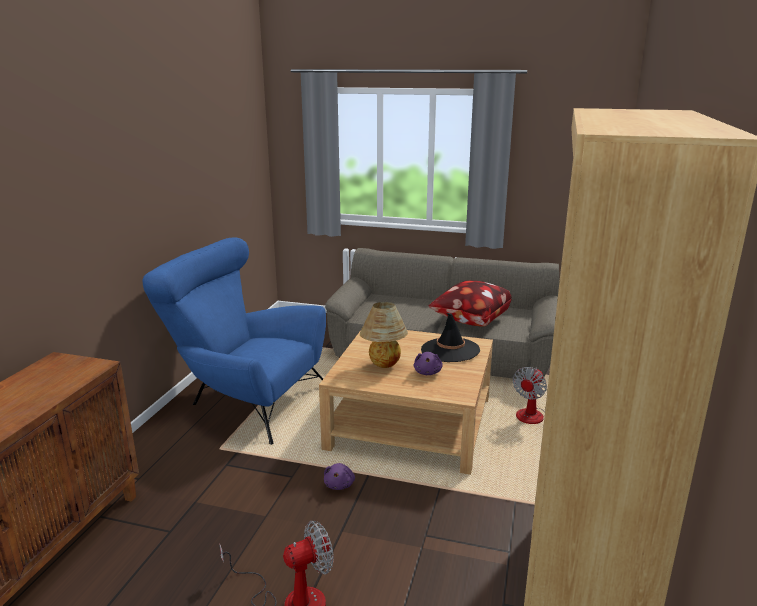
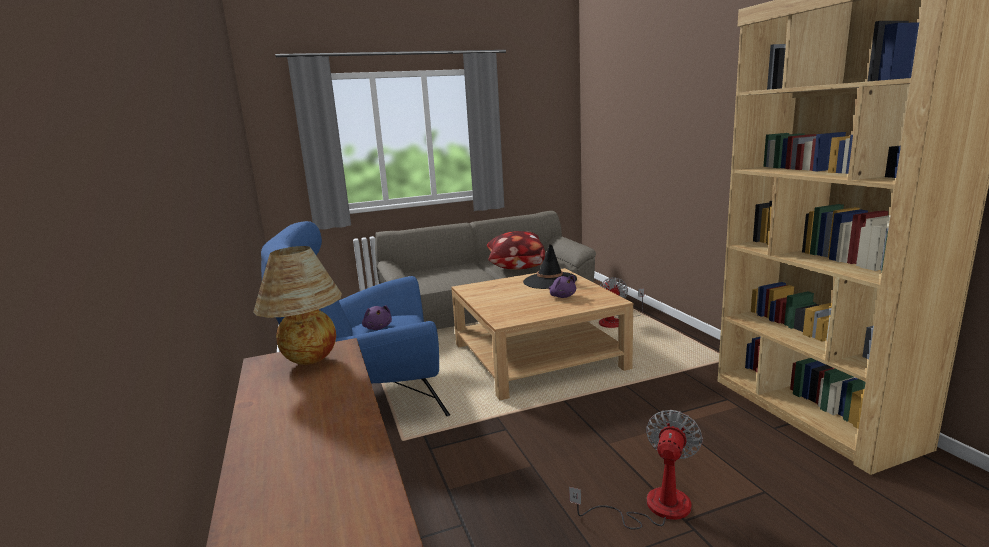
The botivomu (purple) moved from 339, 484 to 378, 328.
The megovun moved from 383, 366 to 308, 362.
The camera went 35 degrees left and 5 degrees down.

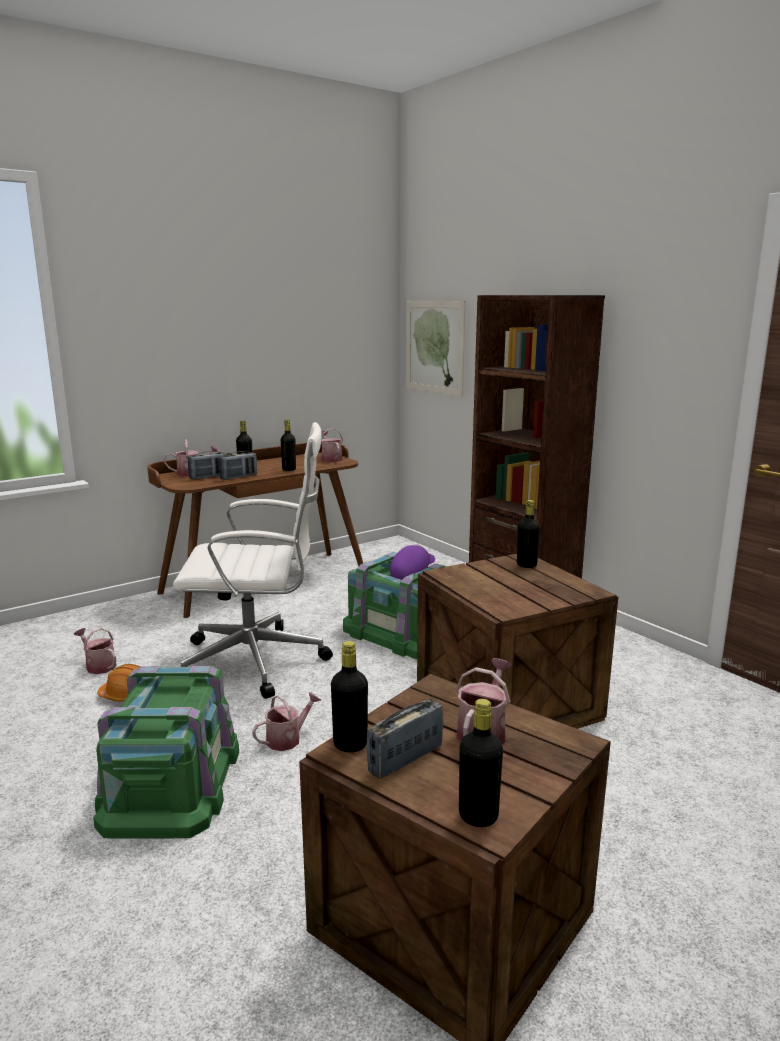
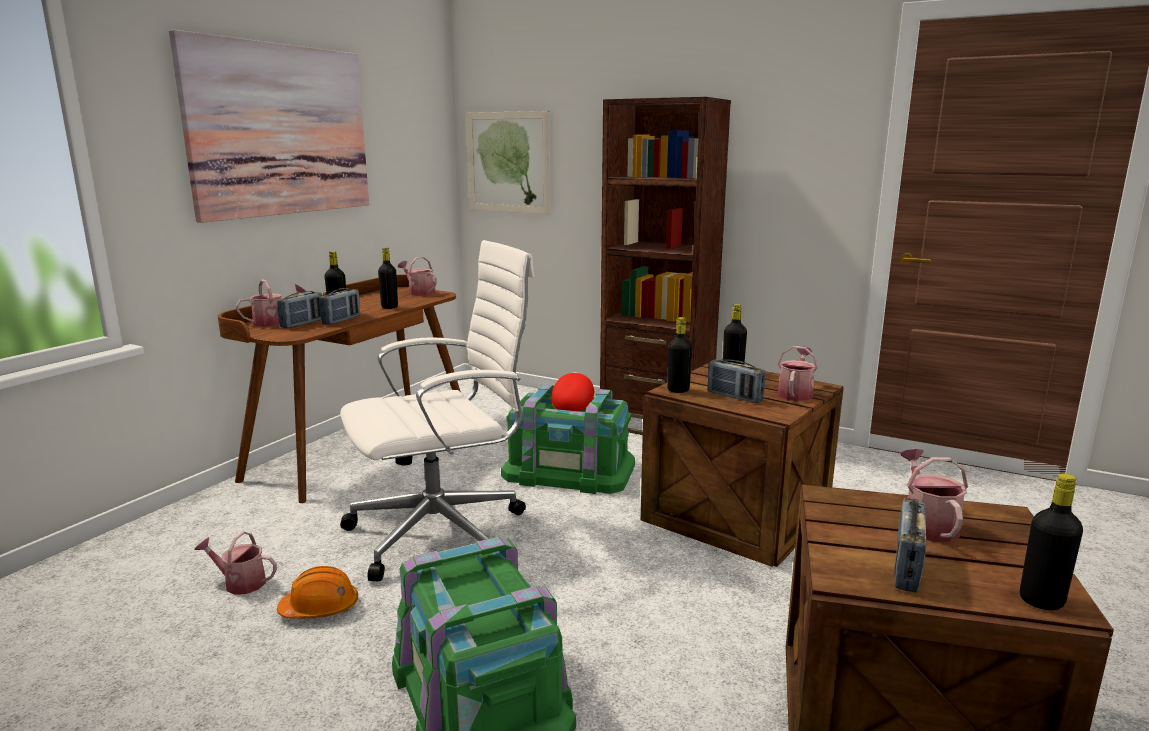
The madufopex moved from 287, 739 to 795, 393.
The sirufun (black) moved from 350, 744 to 678, 390.
The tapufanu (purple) at 412, 573 became the tapufanu (red) at 573, 404.
The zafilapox at 281, 130 appeared.
The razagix at 734, 397 appeared.
The camera went 25 degrees left and 0 degrees up.

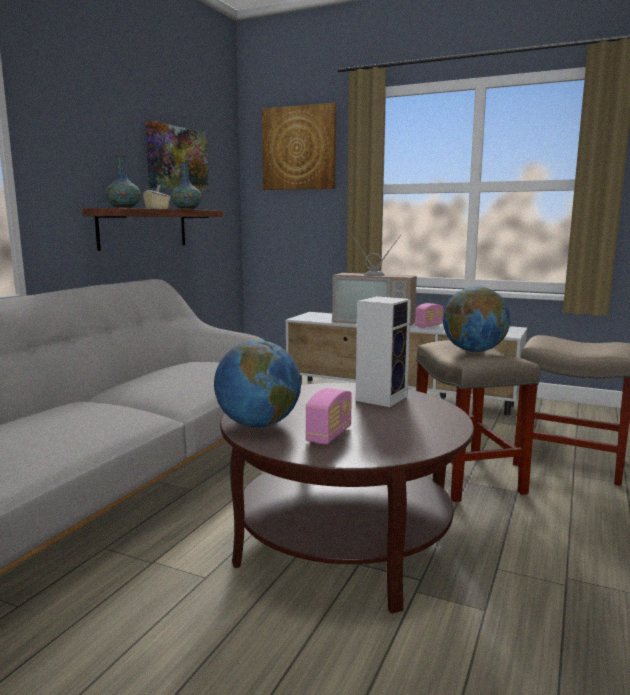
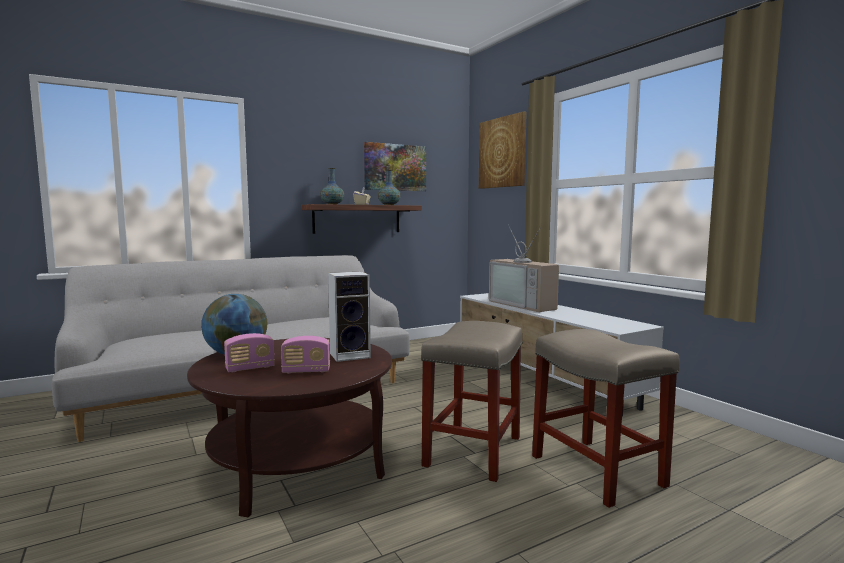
The razagix moved from 428, 326 to 306, 371.
The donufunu at 474, 351 disappeared.
The camera went 35 degrees right and 5 degrees down.

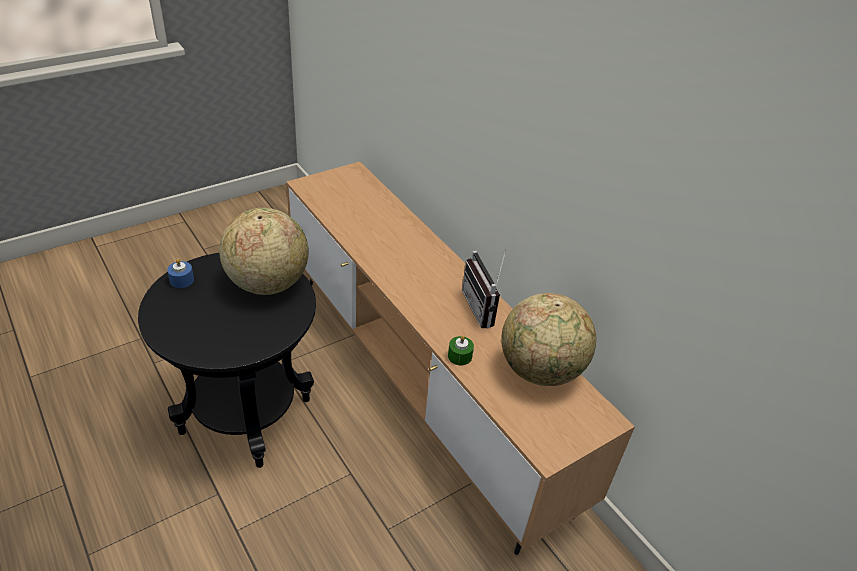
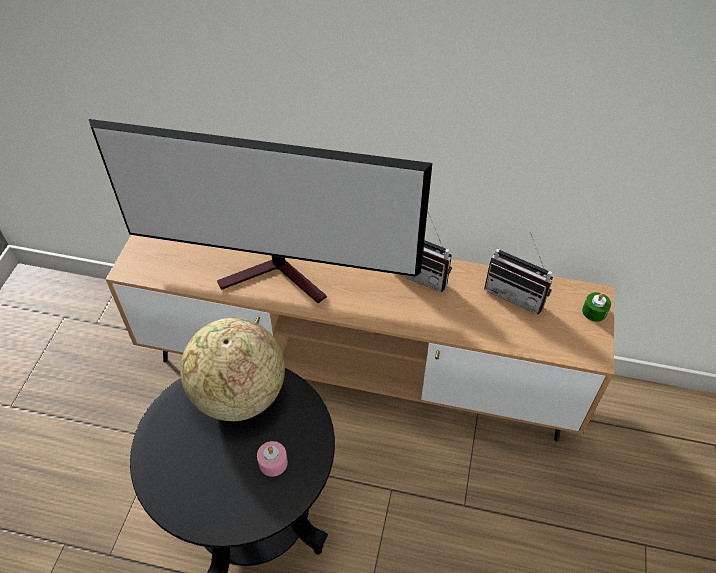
The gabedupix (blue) at 182, 280 disappeared.
The gabedupix (green) moved from 459, 356 to 594, 311.
The donufunu at 540, 370 was replaced by the razagix at 517, 293.
The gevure at 279, 277 appeared.
The gabedupix (pink) at 273, 463 appeared.
The camera went 40 degrees left and 10 degrees up.

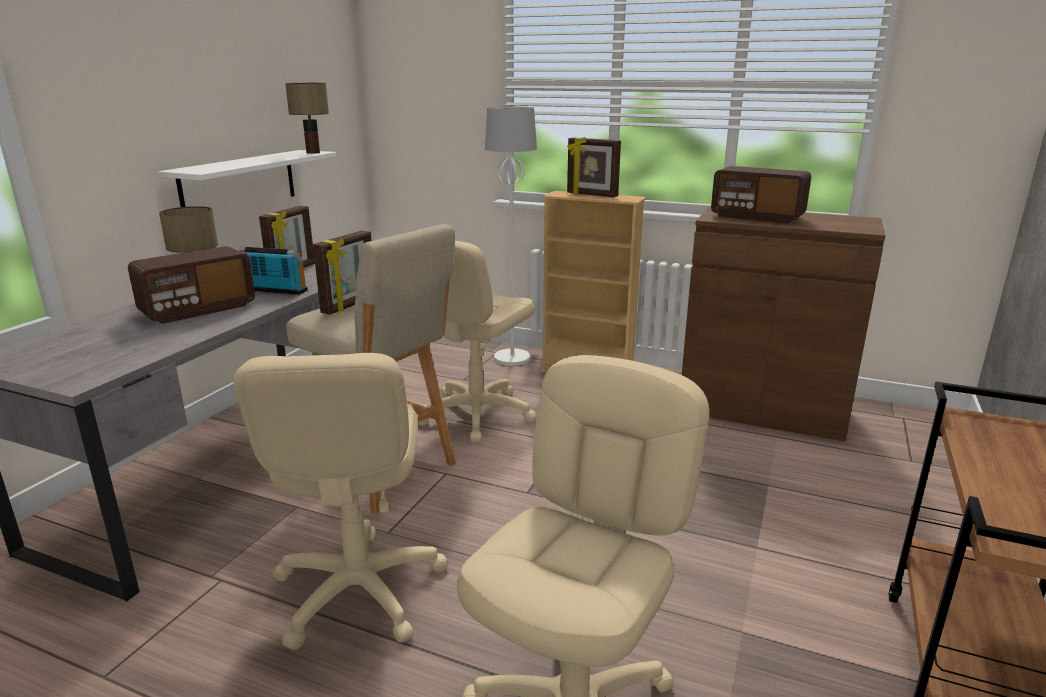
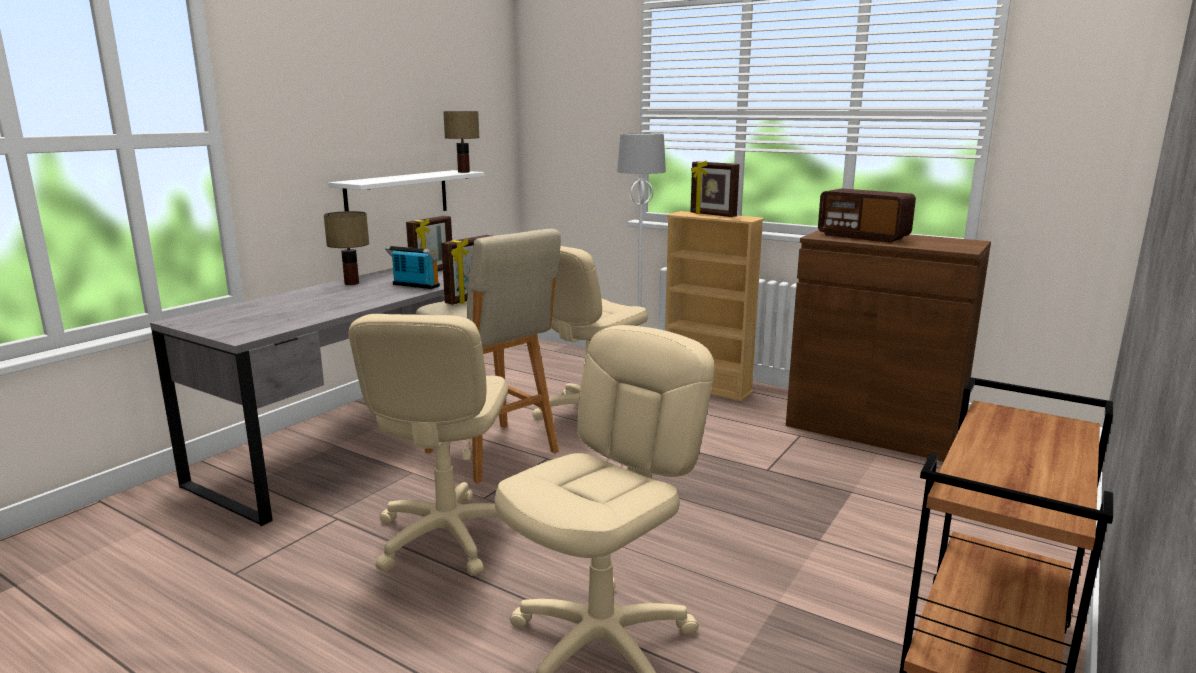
The razagix at 198, 310 disappeared.
The camera went 10 degrees right and 5 degrees down.

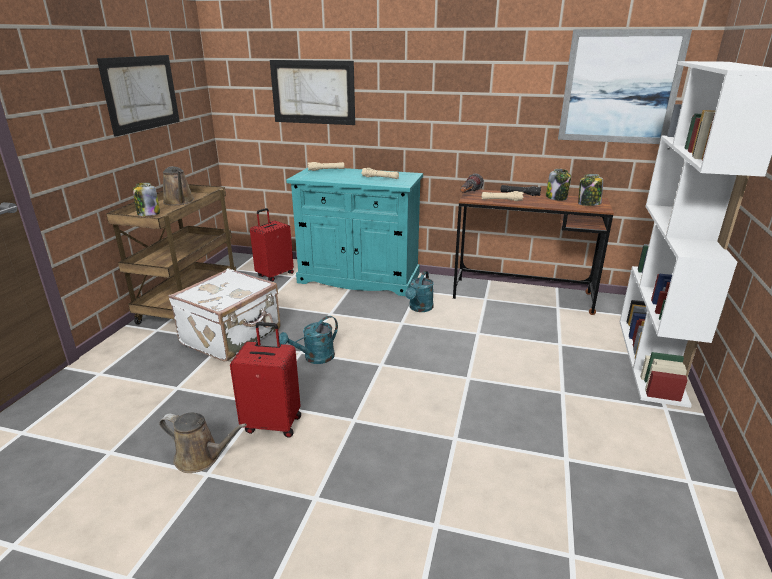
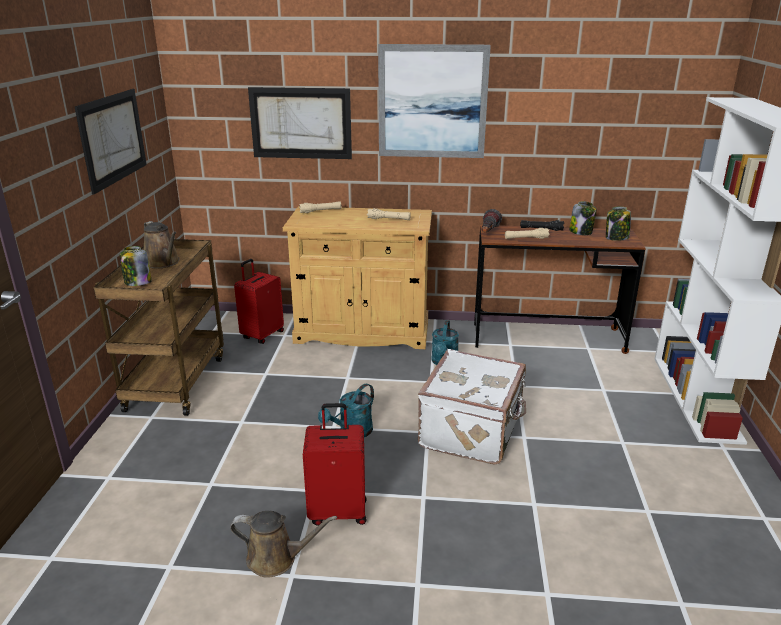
The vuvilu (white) moved from 232, 337 to 472, 431.
The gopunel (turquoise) at 359, 278 became the gopunel (beige) at 362, 332.
The zafilapox moved from 620, 87 to 432, 102.
The camera went 10 degrees left and 0 degrees up.

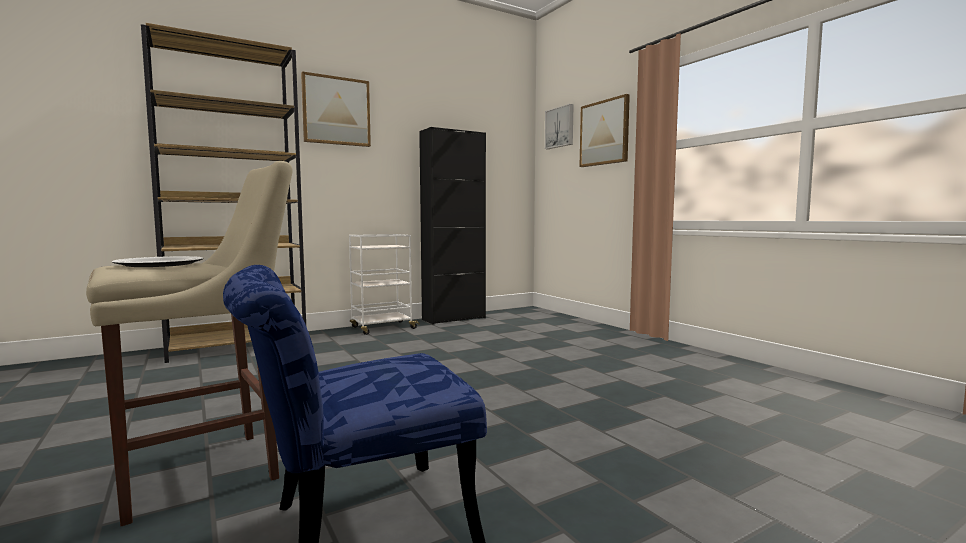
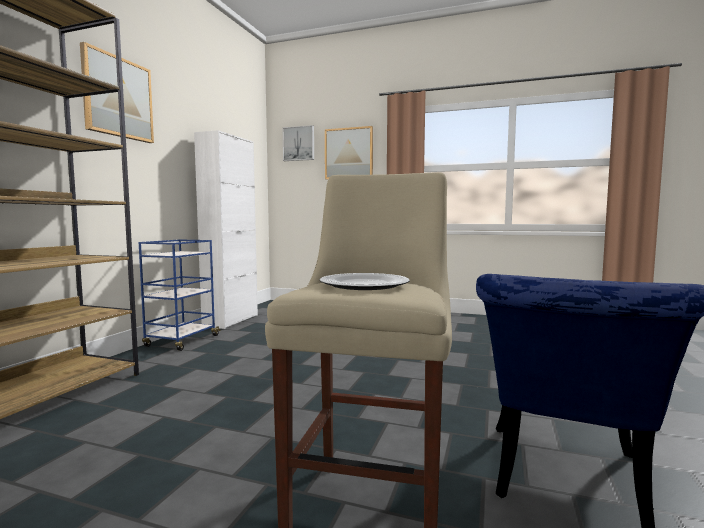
The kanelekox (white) at 382, 328 became the kanelekox (blue) at 181, 341.
The gopunel (black) at 454, 319 became the gopunel (white) at 231, 320.
The camera went 40 degrees left and 0 degrees up.

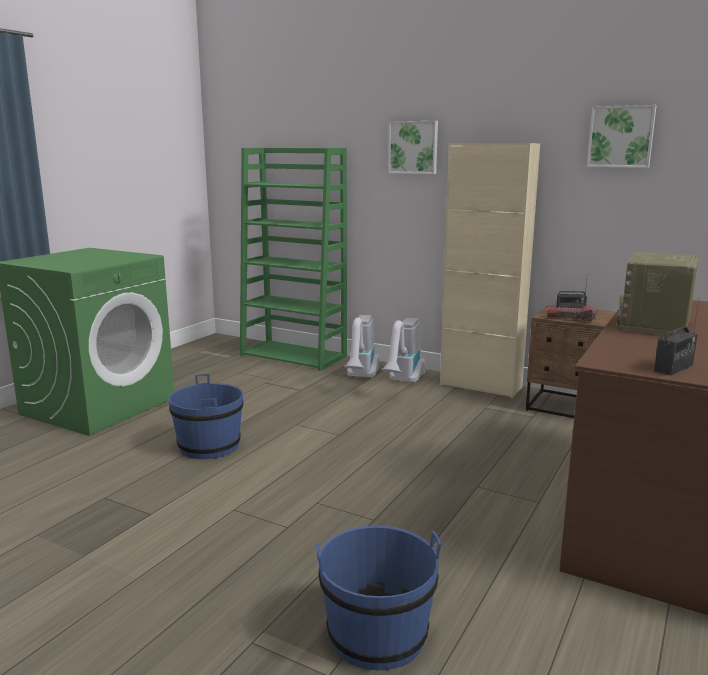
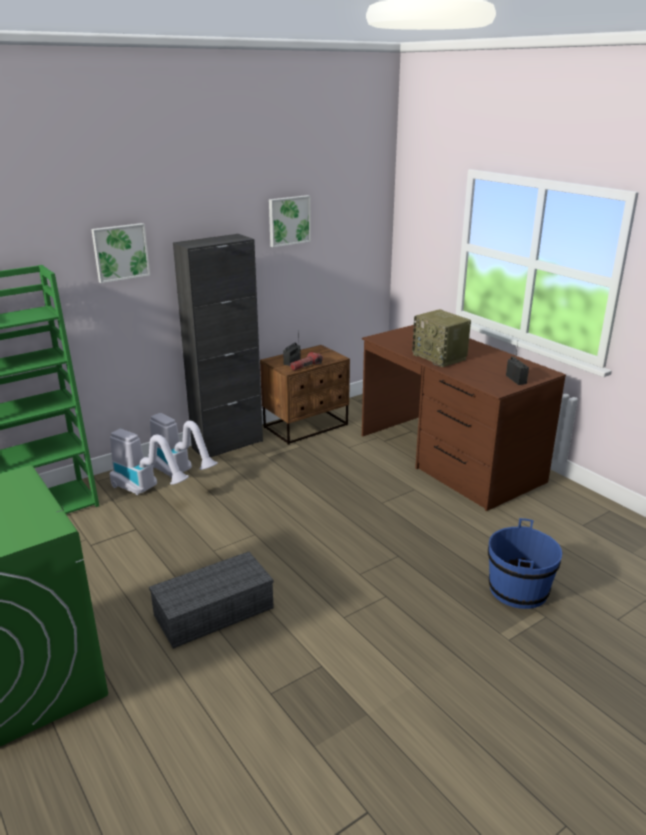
The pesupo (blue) at 209, 446 was replaced by the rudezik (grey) at 215, 610.
The gopunel (beige) at 480, 386 became the gopunel (black) at 227, 444.
The camera went 65 degrees left and 10 degrees up.

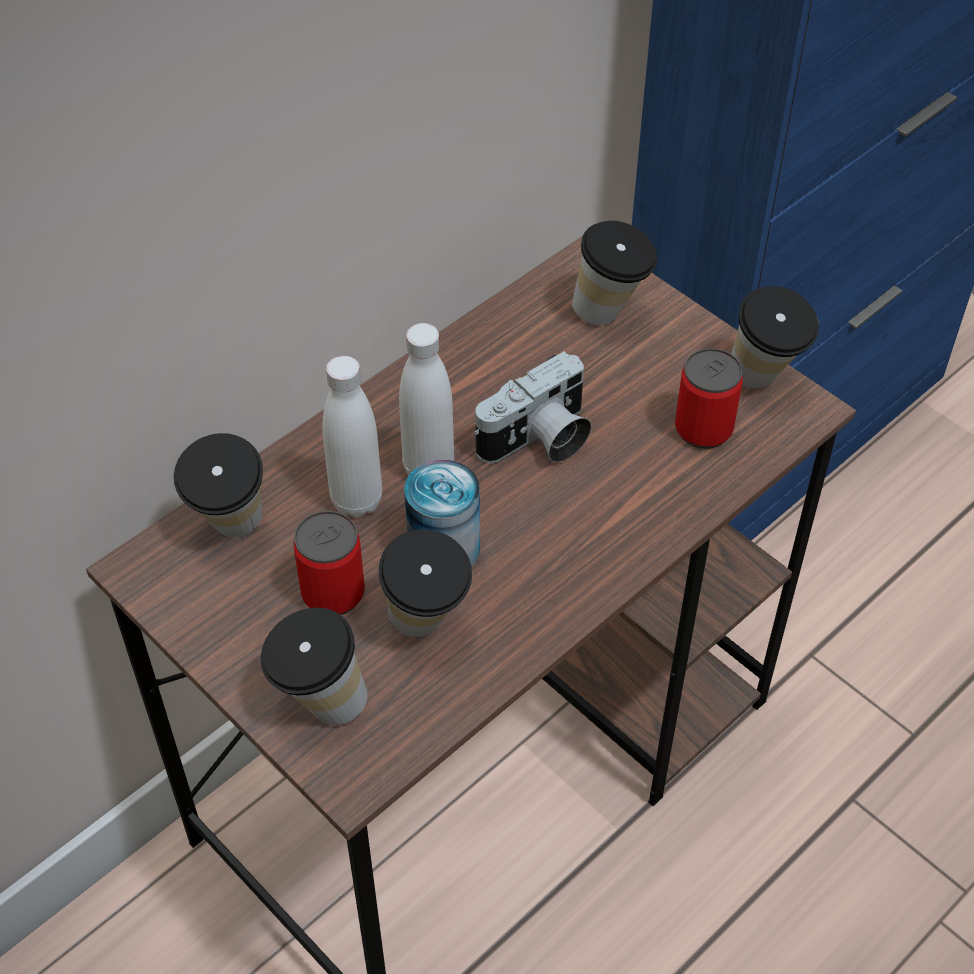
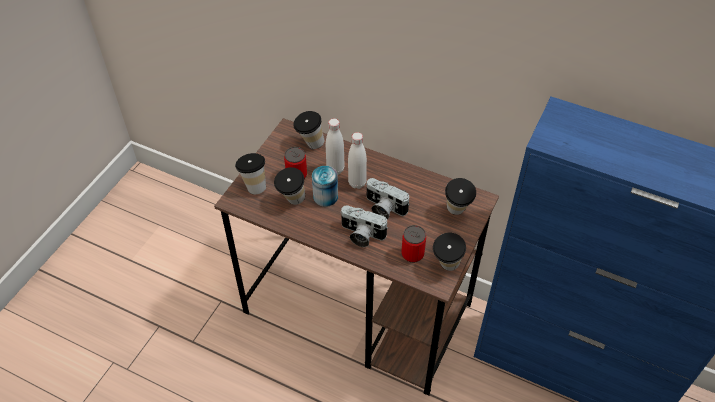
The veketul at 361, 235 appeared.
The camera went 70 degrees right and 0 degrees up.

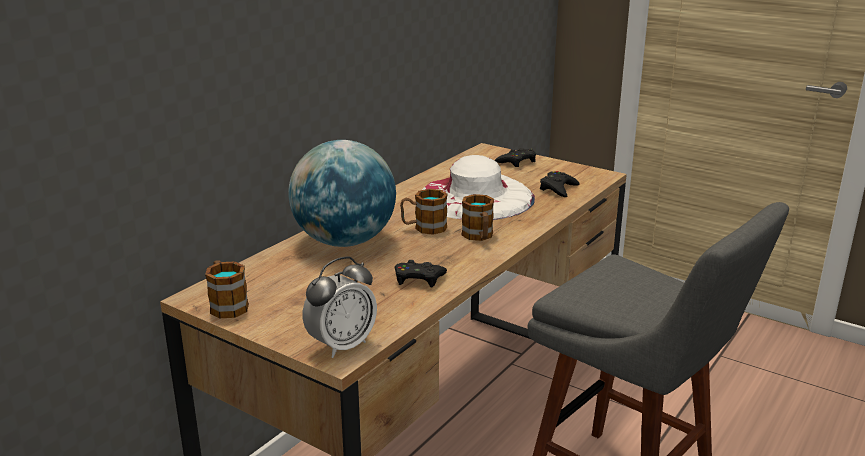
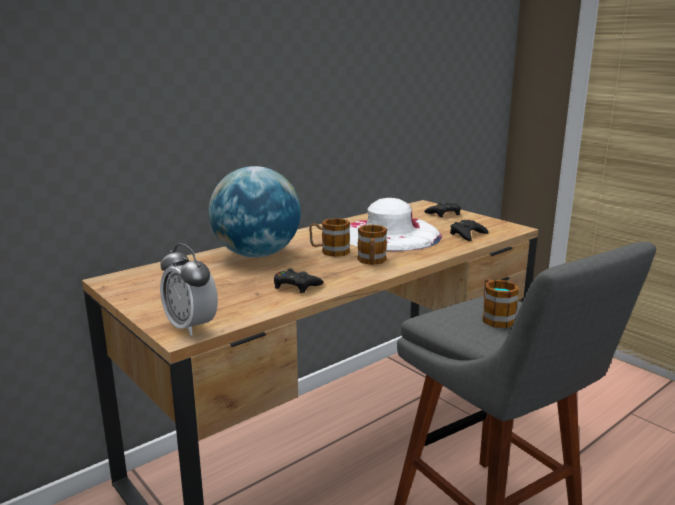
The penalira moved from 227, 305 to 495, 317.
The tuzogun at 341, 345 turned 75 degrees clockwise.
The camera went 15 degrees right and 5 degrees down.

